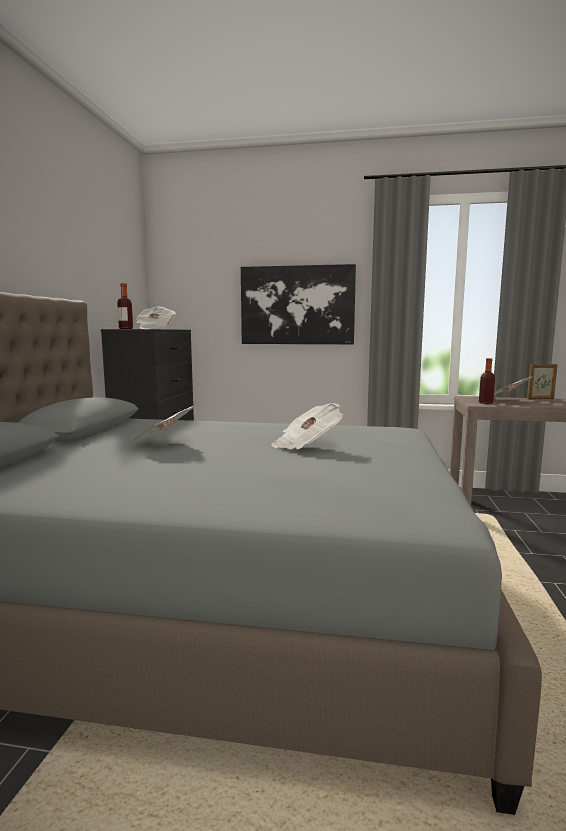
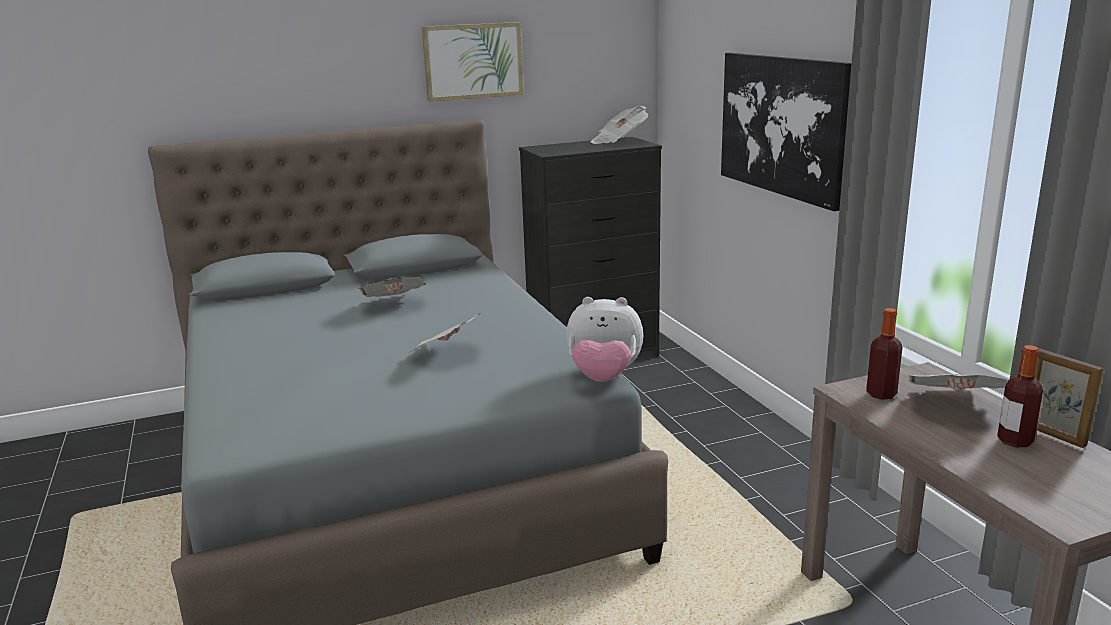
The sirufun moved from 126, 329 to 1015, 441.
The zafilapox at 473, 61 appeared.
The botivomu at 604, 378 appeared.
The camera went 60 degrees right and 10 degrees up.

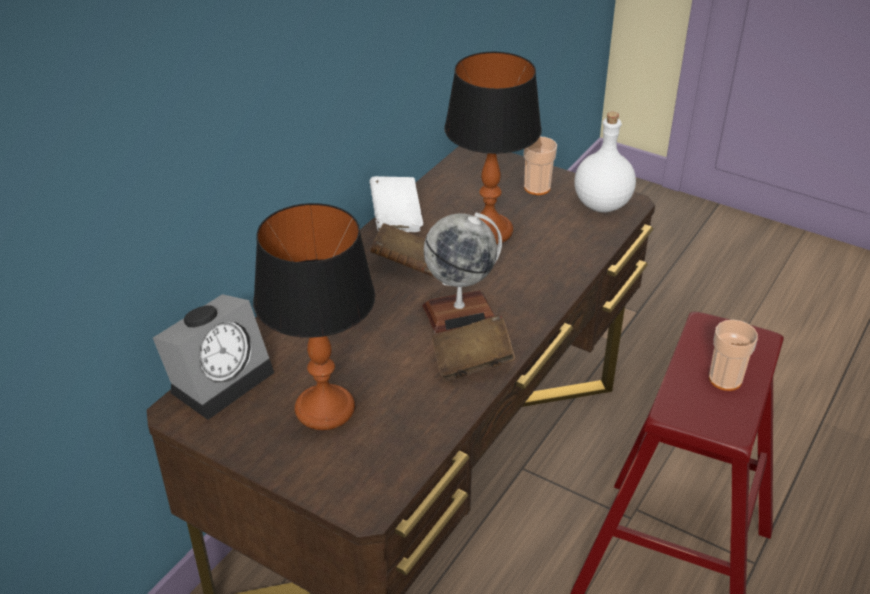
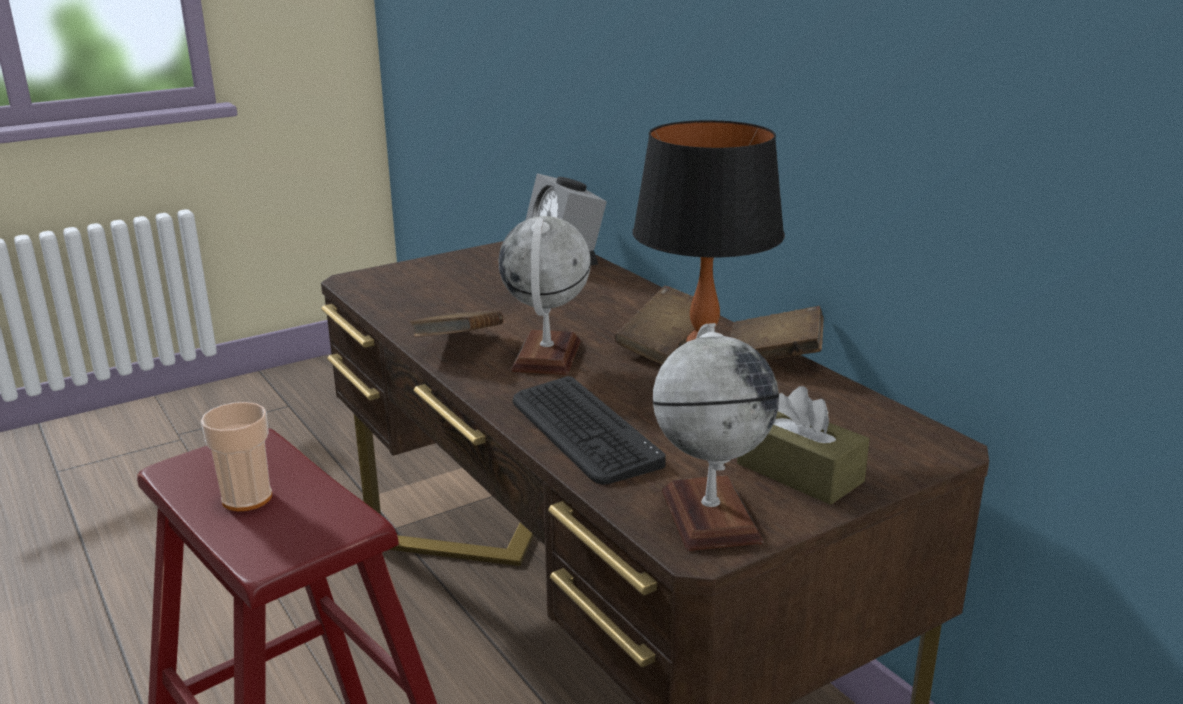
The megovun at 325, 408 disappeared.
The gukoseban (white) at 396, 218 became the gukoseban (brown) at 774, 358.
The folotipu at 537, 188 was replaced by the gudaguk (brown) at 799, 472.
The sirufun (white) at 601, 205 was replaced by the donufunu at 709, 516.
The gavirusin at 583, 431 appeared.
The camera went 115 degrees right and 15 degrees down.

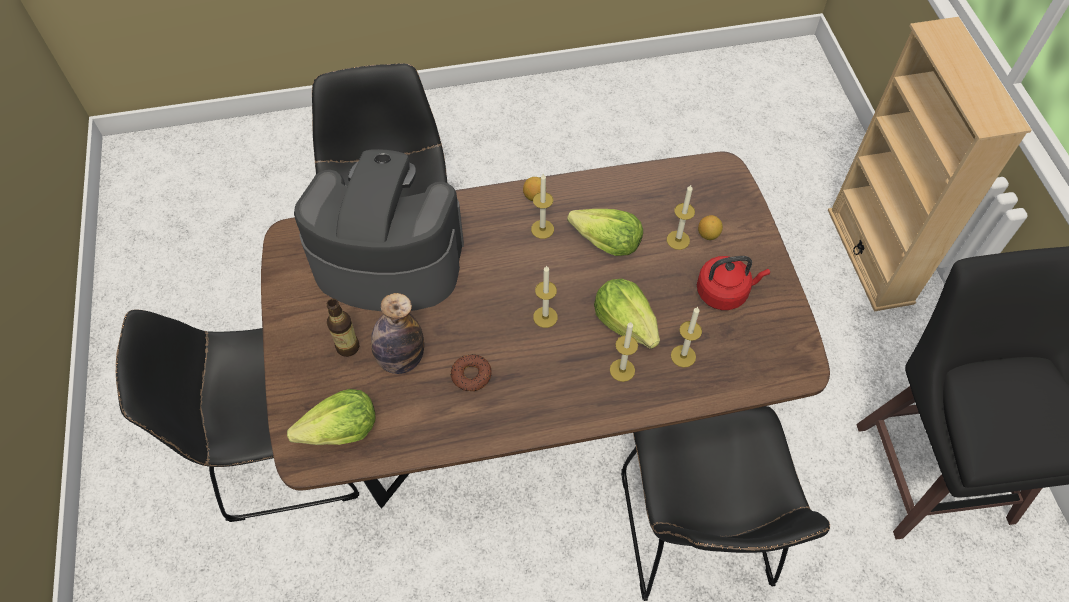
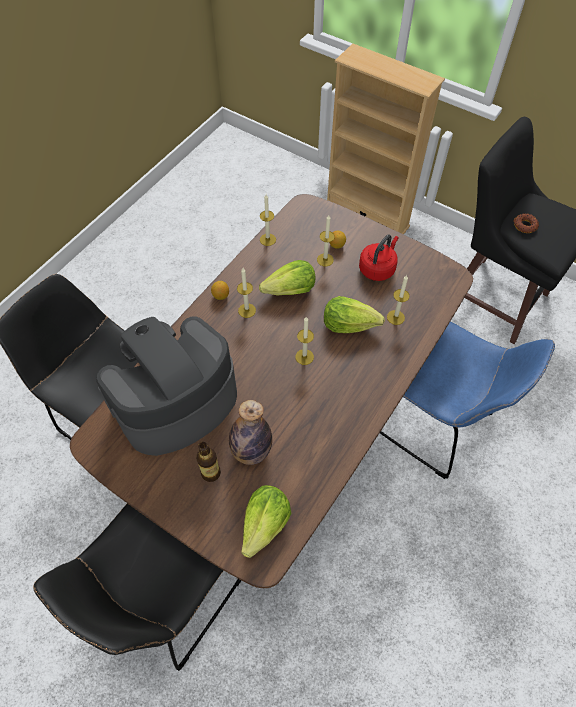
The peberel moved from 471, 375 to 525, 225.
The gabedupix moved from 622, 370 to 267, 239.
The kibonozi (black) at 696, 538 became the kibonozi (blue) at 435, 424.
The camera went 45 degrees left and 0 degrees up.

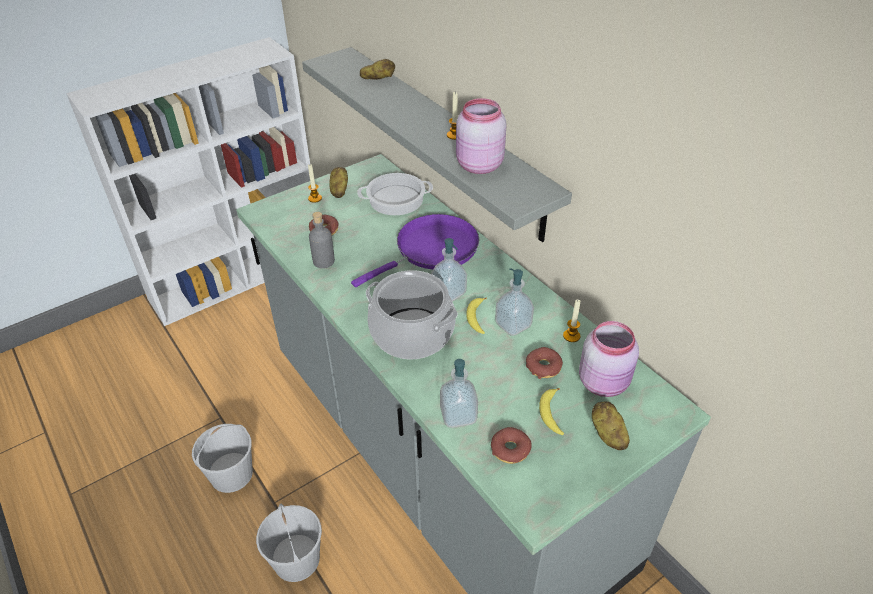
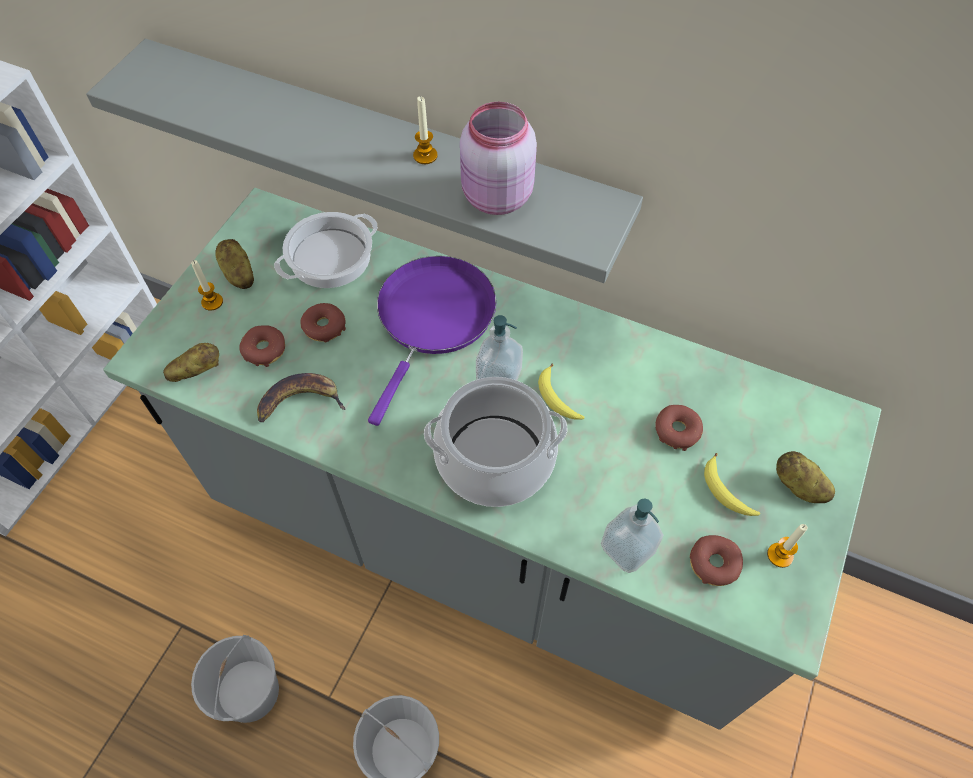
The sirufun (grey) at 324, 261 was replaced by the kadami at 300, 401.
The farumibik moved from 378, 79 to 196, 371.
The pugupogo at 513, 325 disappeared.
The gabedupix moved from 571, 336 to 780, 555.
The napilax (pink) at 604, 382 disappeared.
The peberel at 324, 327 appeared.
The camera went 30 degrees left and 15 degrees up.

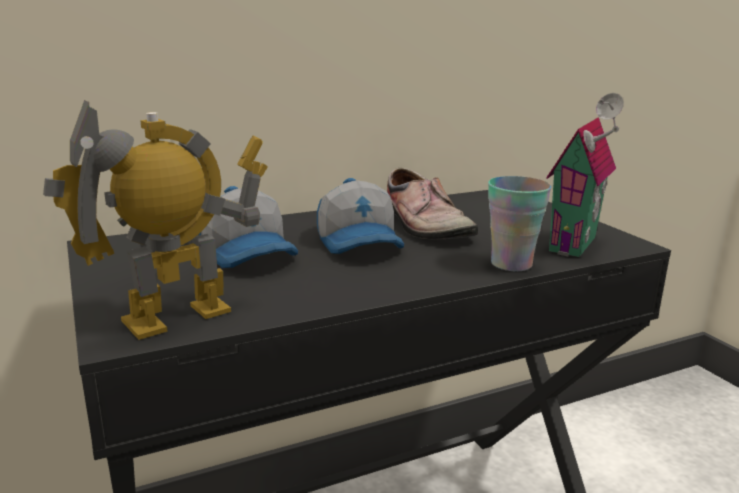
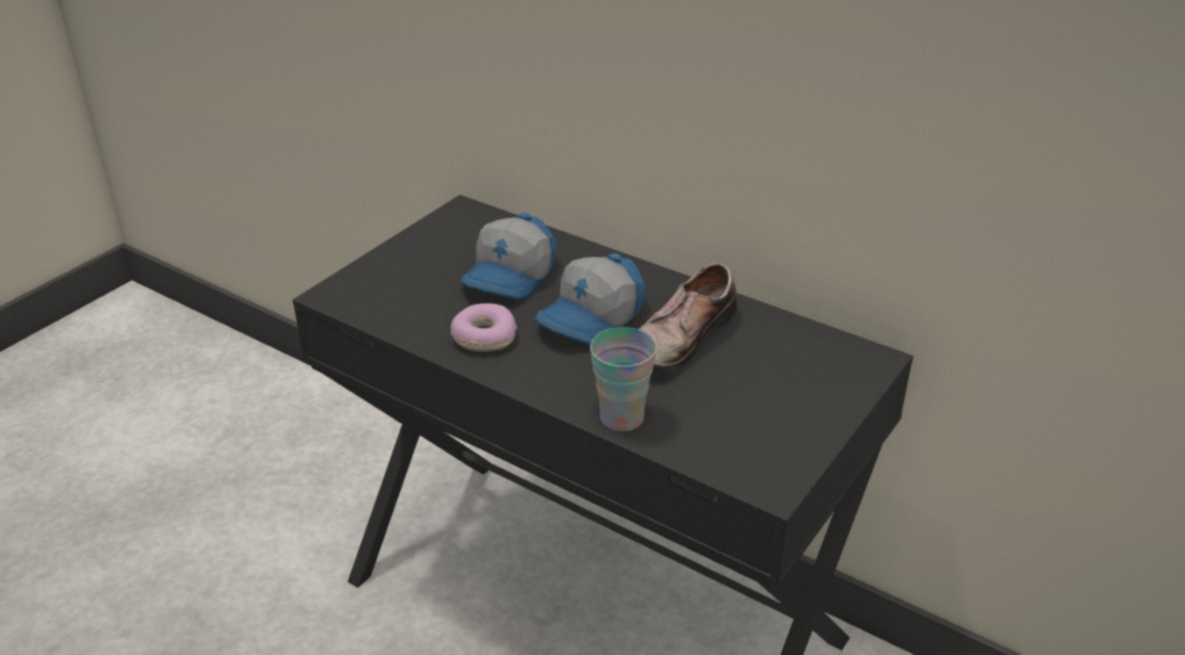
The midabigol at 178, 318 disappeared.
The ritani at 577, 245 disappeared.
The peberel at 483, 337 appeared.
The camera went 60 degrees right and 15 degrees up.

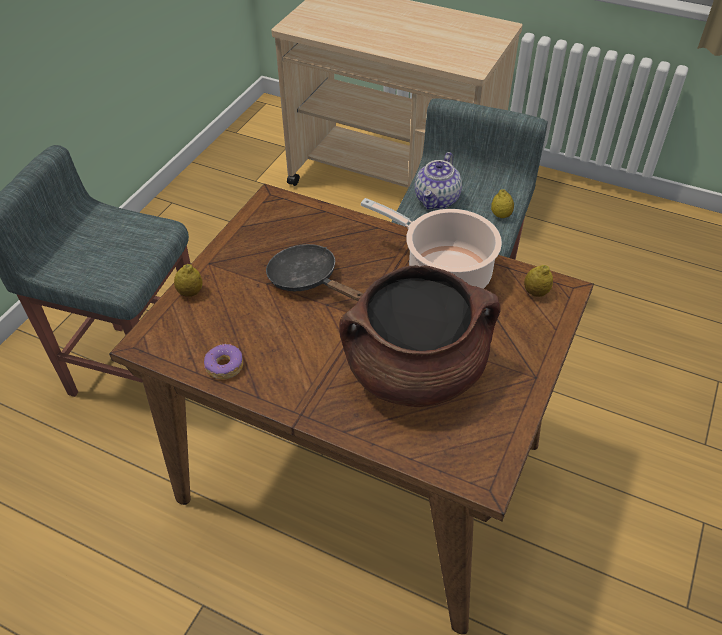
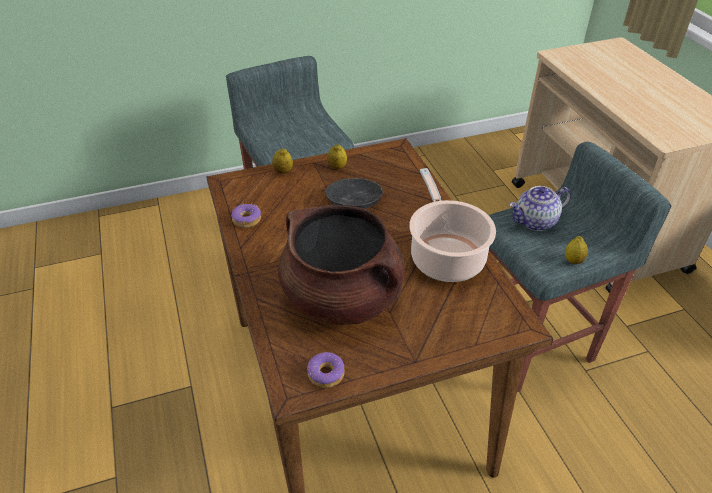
The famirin moved from 536, 292 to 337, 167.
The peberel at 326, 374 appeared.
The camera went 45 degrees right and 5 degrees down.

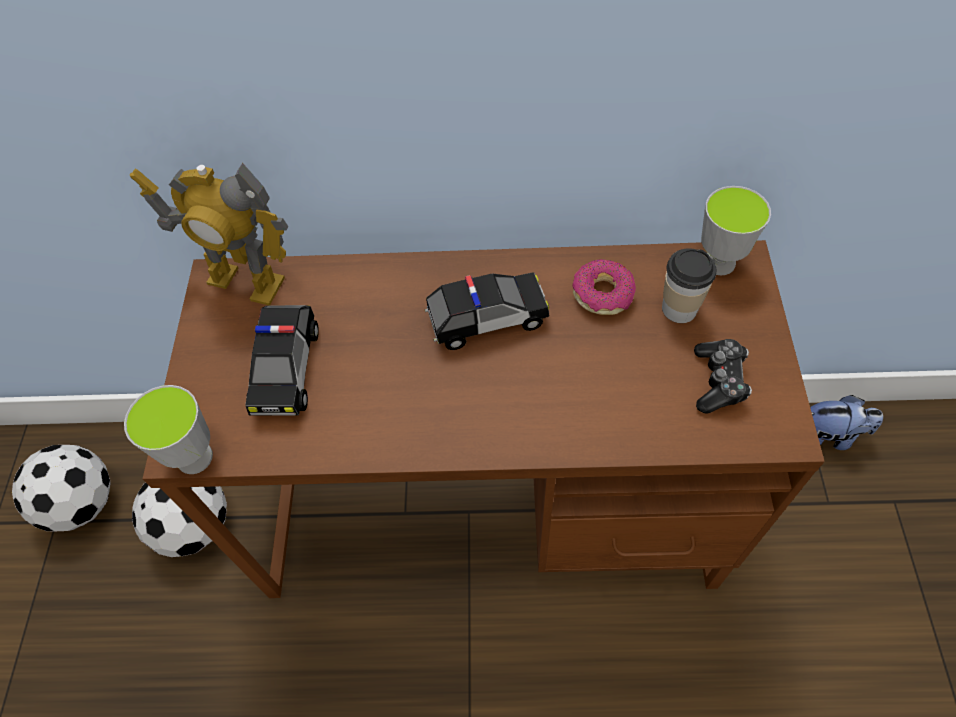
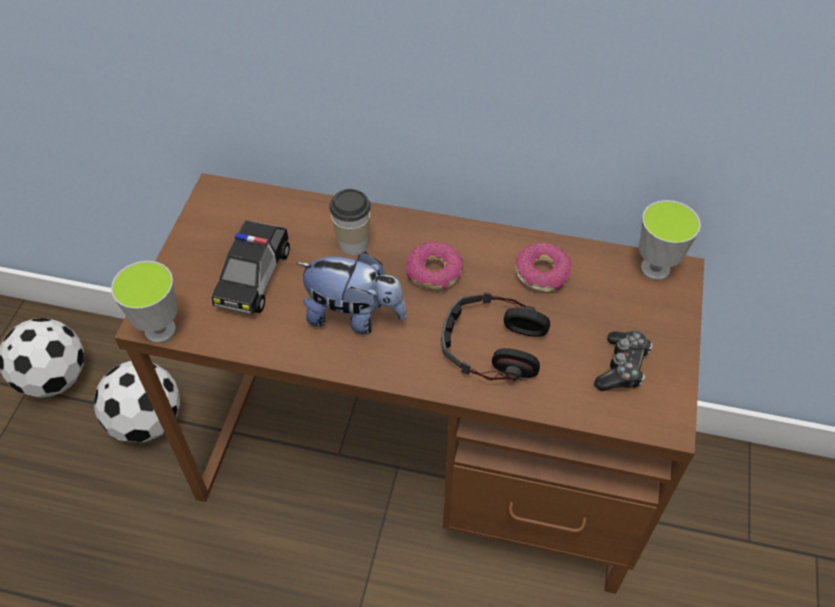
The midabigol at 246, 282 disappeared.
The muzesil at 486, 319 was replaced by the peberel at 434, 273.
The folotipu moved from 679, 309 to 353, 243.
The botivomu moved from 827, 437 to 354, 316.
The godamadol at 492, 346 appeared.
The camera went 10 degrees right and 5 degrees down.

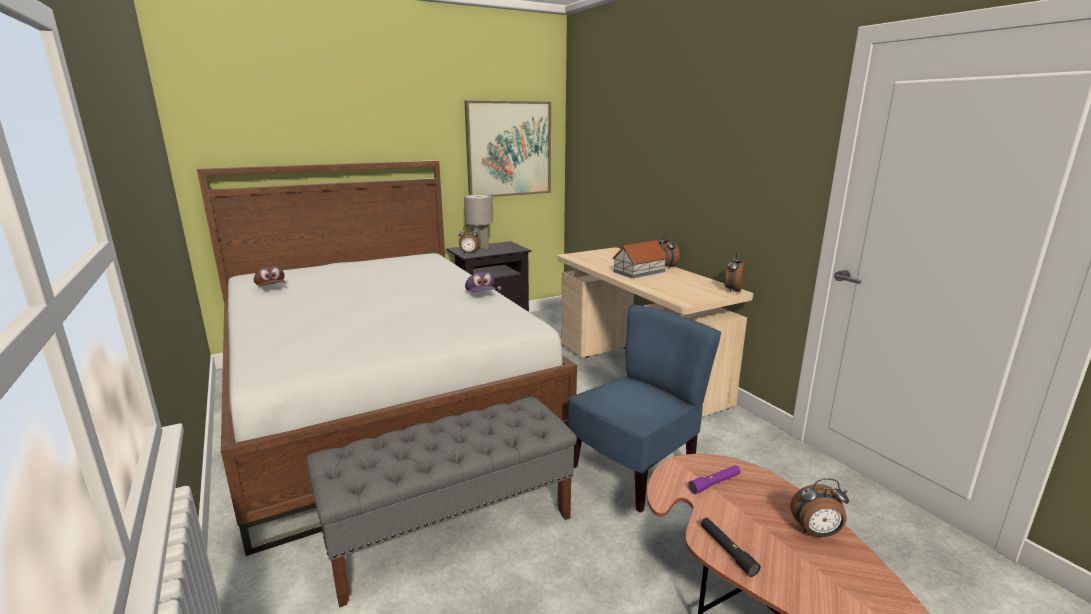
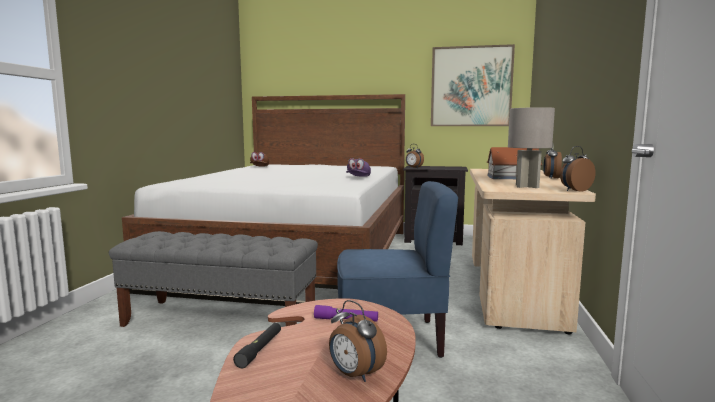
The megovun (grey) moved from 480, 248 to 527, 186.
The camera went 40 degrees right and 10 degrees down.

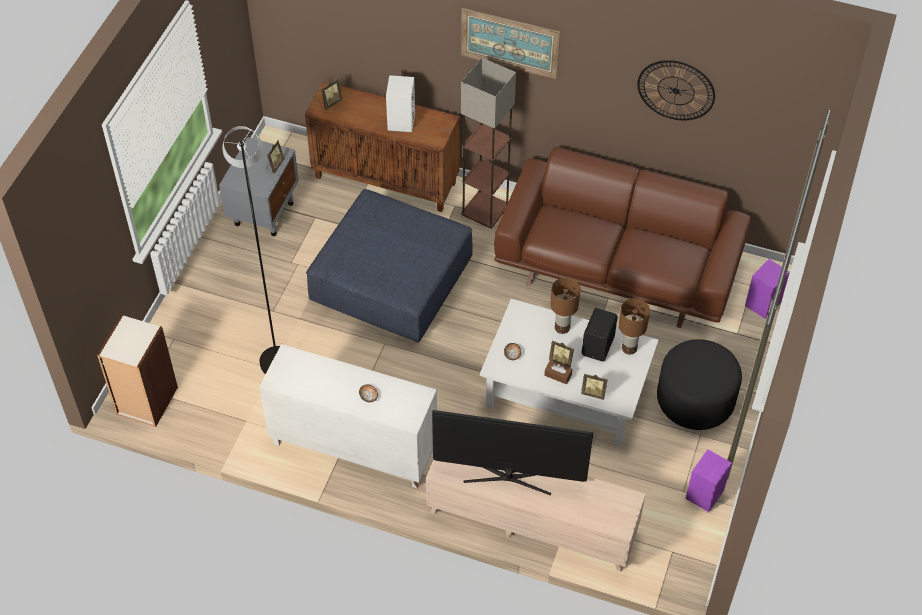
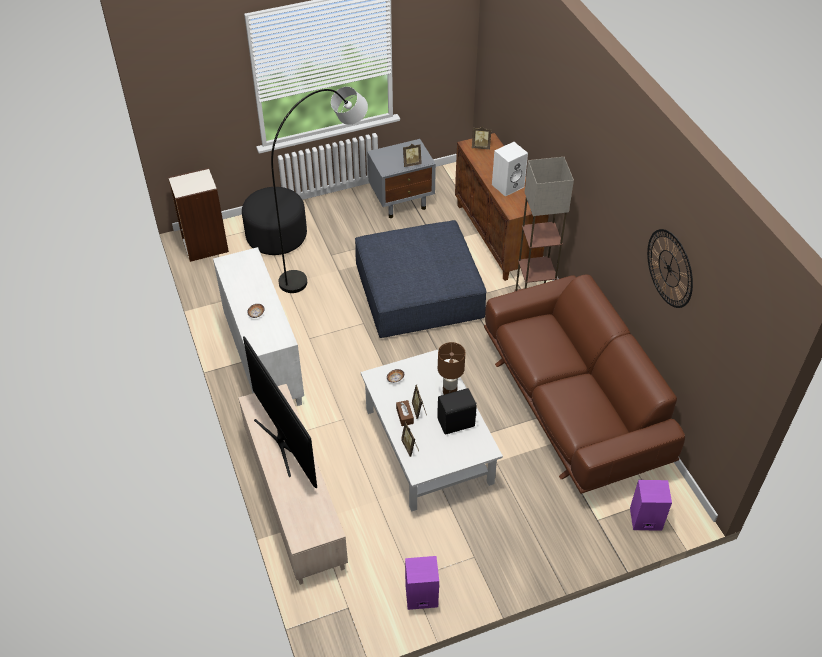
The zafilapox at 510, 43 disappeared.
The megovun (brown) at 629, 348 disappeared.
The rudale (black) moved from 695, 400 to 276, 236.
The camera went 50 degrees right and 5 degrees down.

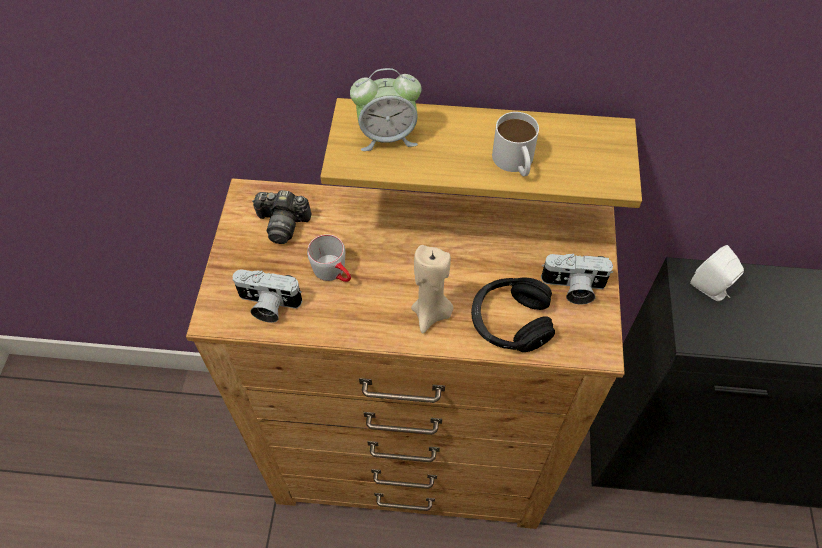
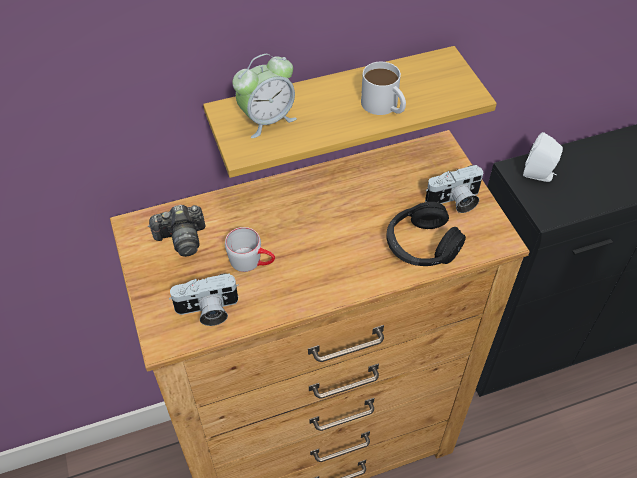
The gabedupix (beige) at 431, 313 disappeared.
The camera went 25 degrees left and 5 degrees down.

